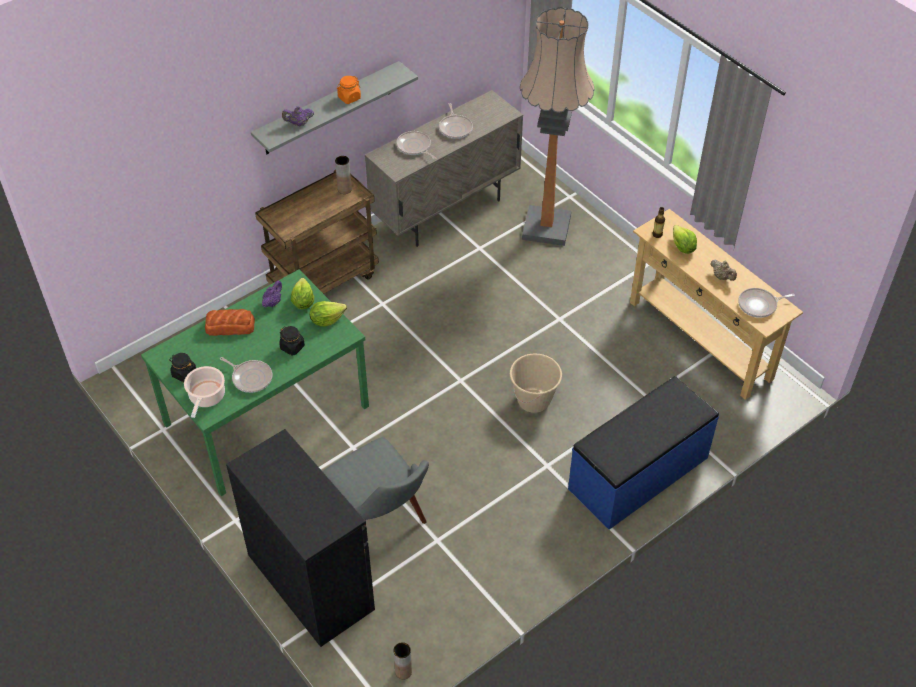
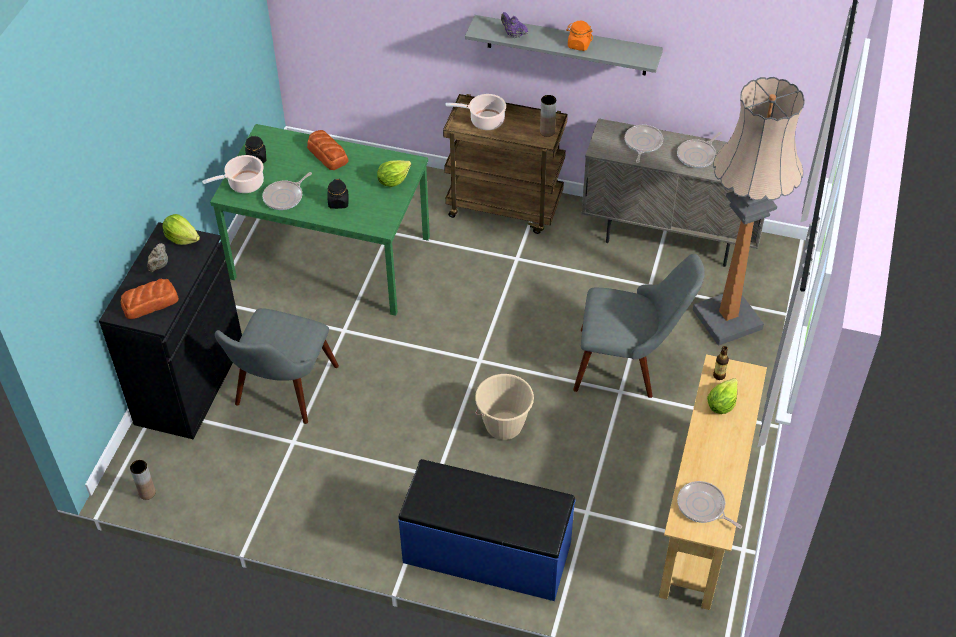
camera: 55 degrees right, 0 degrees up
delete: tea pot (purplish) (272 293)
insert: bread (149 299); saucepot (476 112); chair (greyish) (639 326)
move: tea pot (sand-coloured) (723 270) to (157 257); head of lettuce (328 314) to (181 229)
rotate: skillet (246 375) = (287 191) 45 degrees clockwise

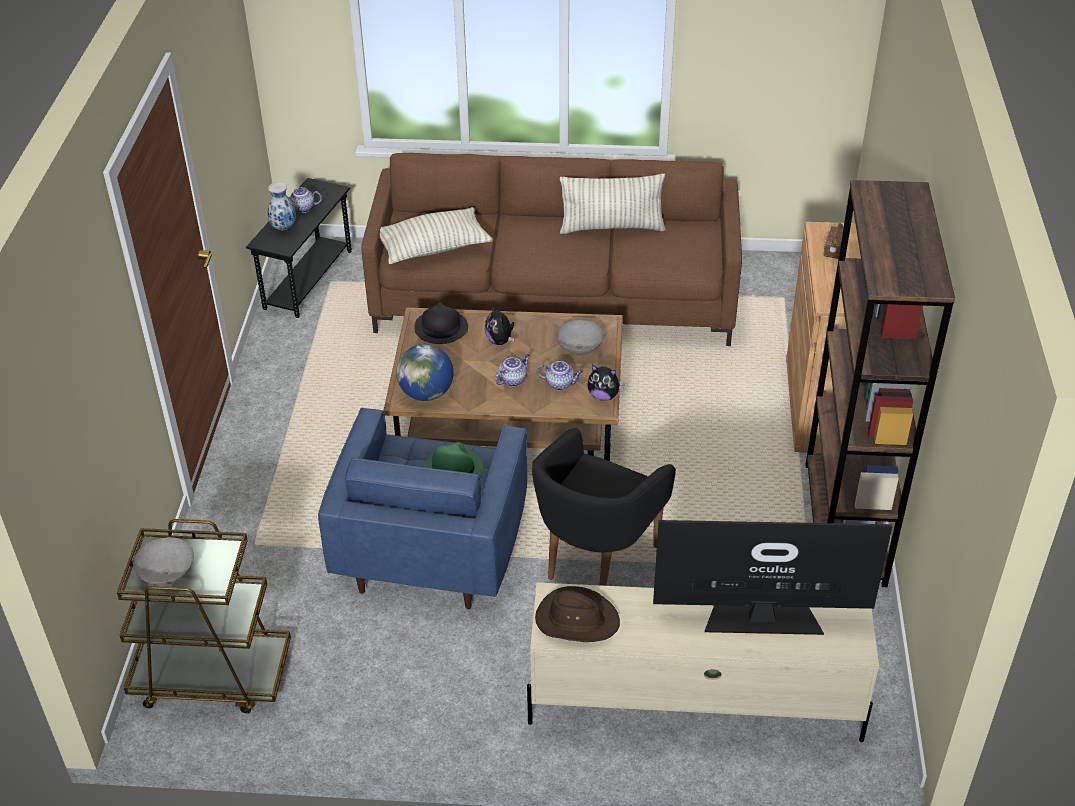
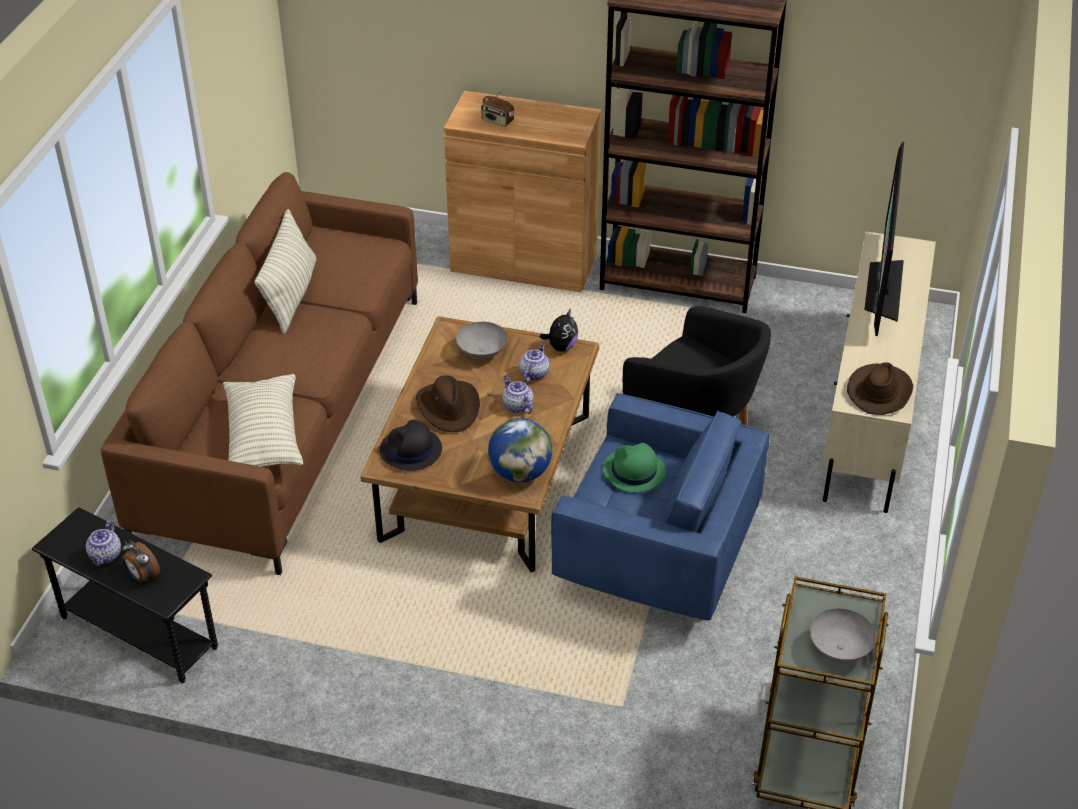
camera: 80 degrees left, 0 degrees up
replace: flower vase (282 206) to table clock (141 561); soft toy (499 325) to clothing hat (brownish) (448 403)

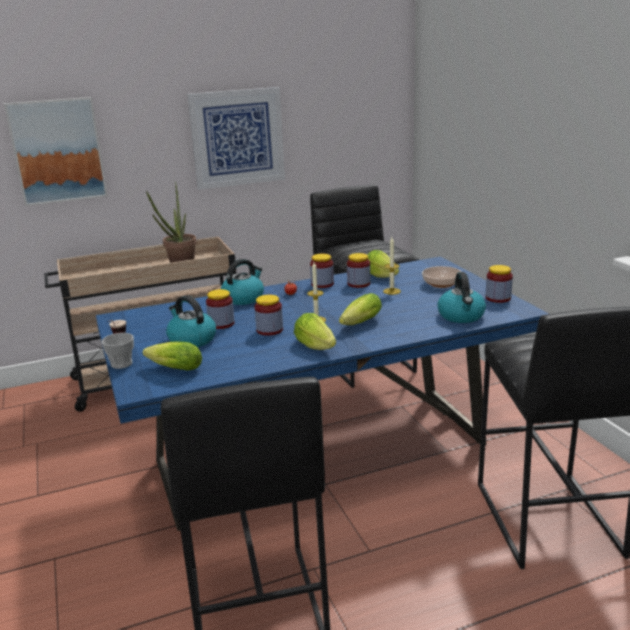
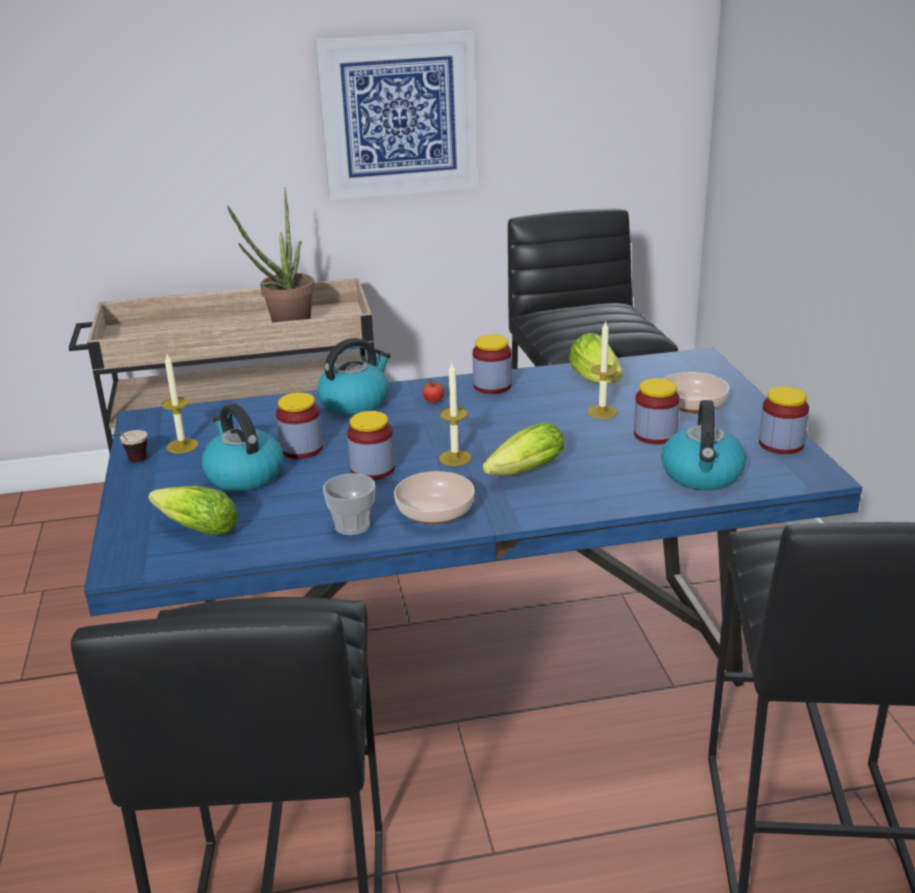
camera: 10 degrees right, 5 degrees up
delete: picture (56 151)
insert: wax light (180 403)
move: drinking cup (117 351) to (349 504); jar (358 270) to (657 411)
replace: head of lettuce (315 331) to serving bowl (434 498)

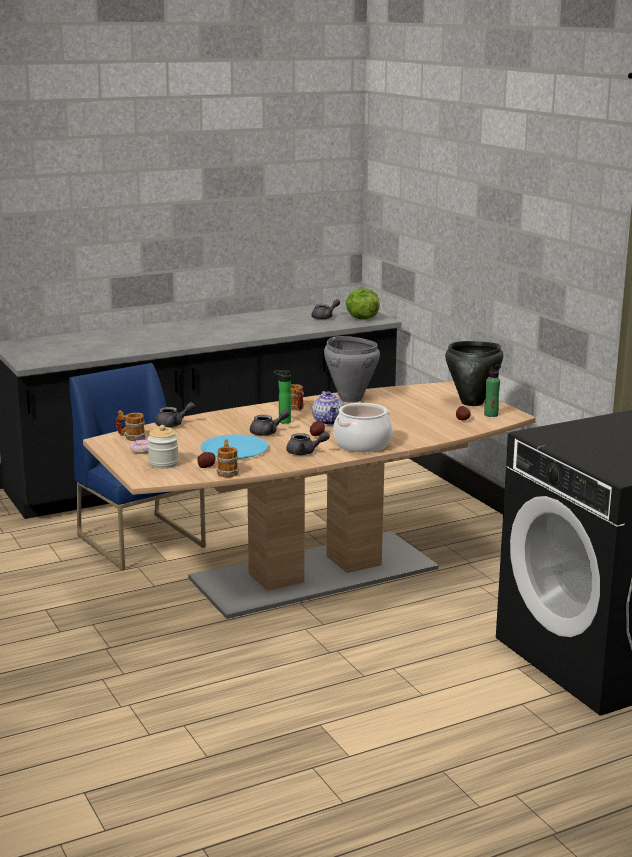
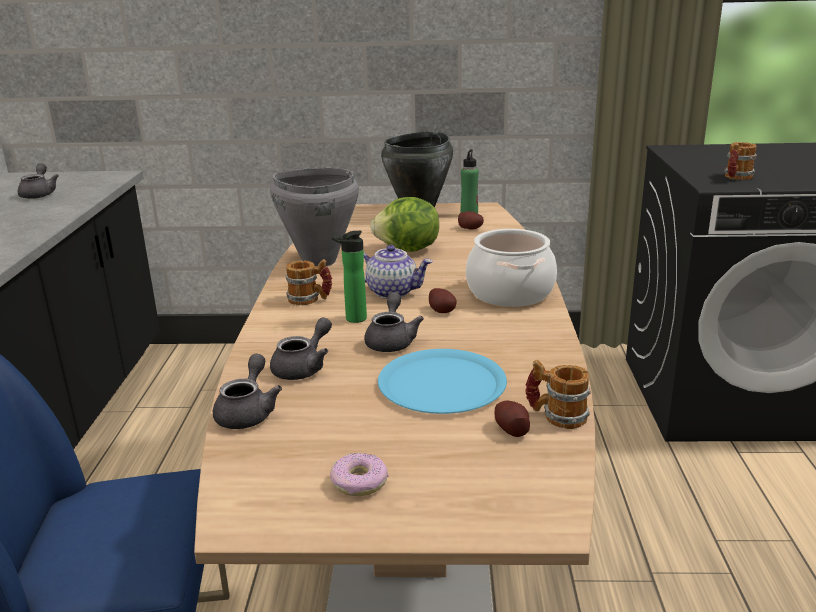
camera: 60 degrees left, 5 degrees up
delete: jar (163 447)
move: tea pot (greyish) (308 443) to (301 348); head of lettuce (363 303) to (404 224); mug (131 425) to (740 161)

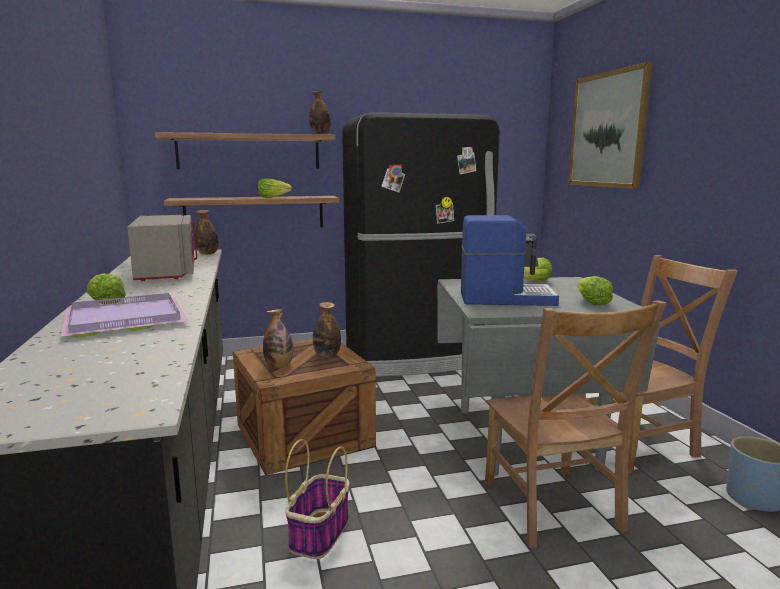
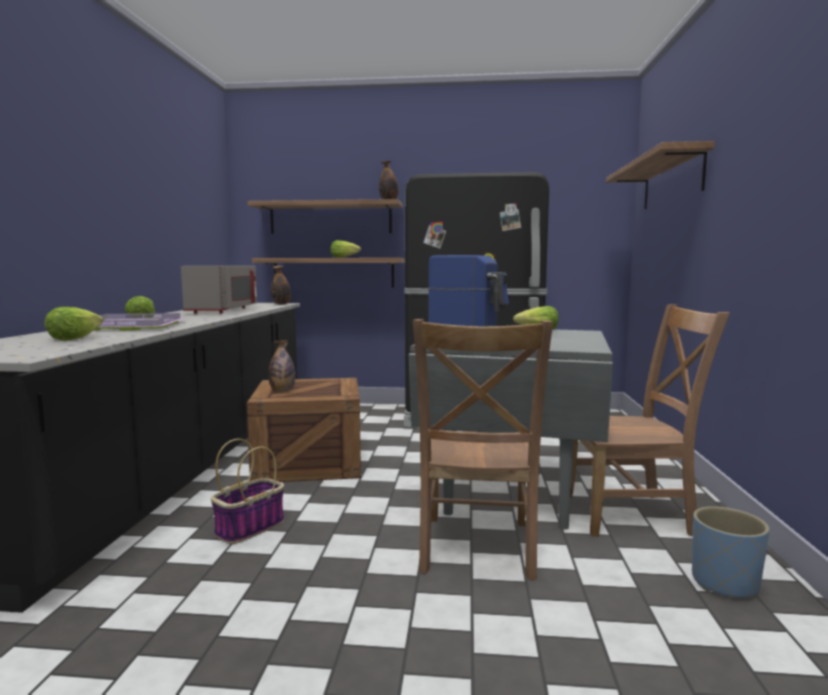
camera: 20 degrees right, 5 degrees down
delete: beverage bottle (327 330)
move: head of lettuce (595 291) to (73 324)
replace: picture (611 125) to wall shelf (660 175)

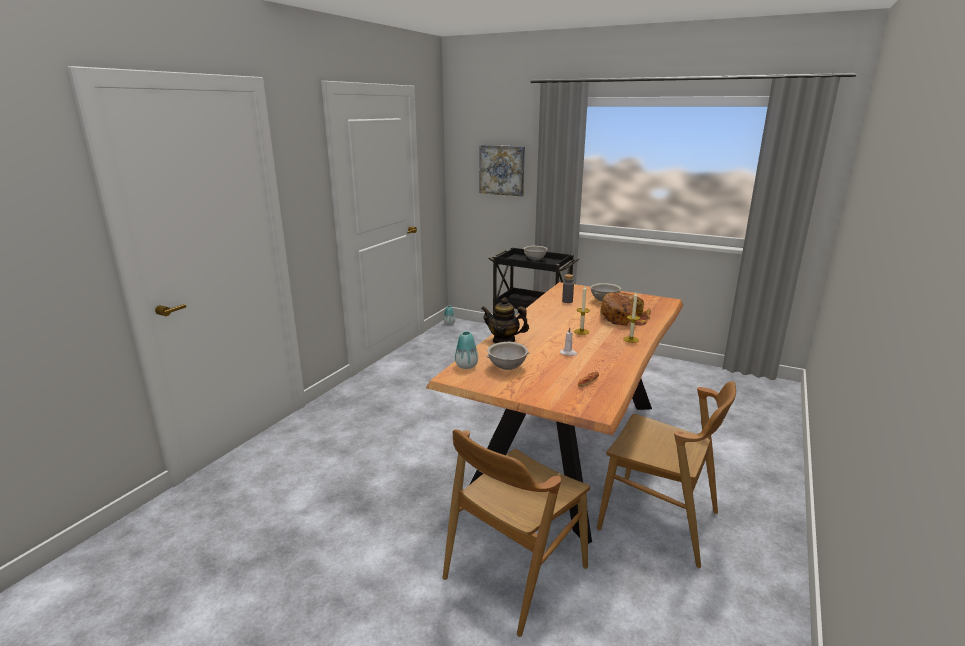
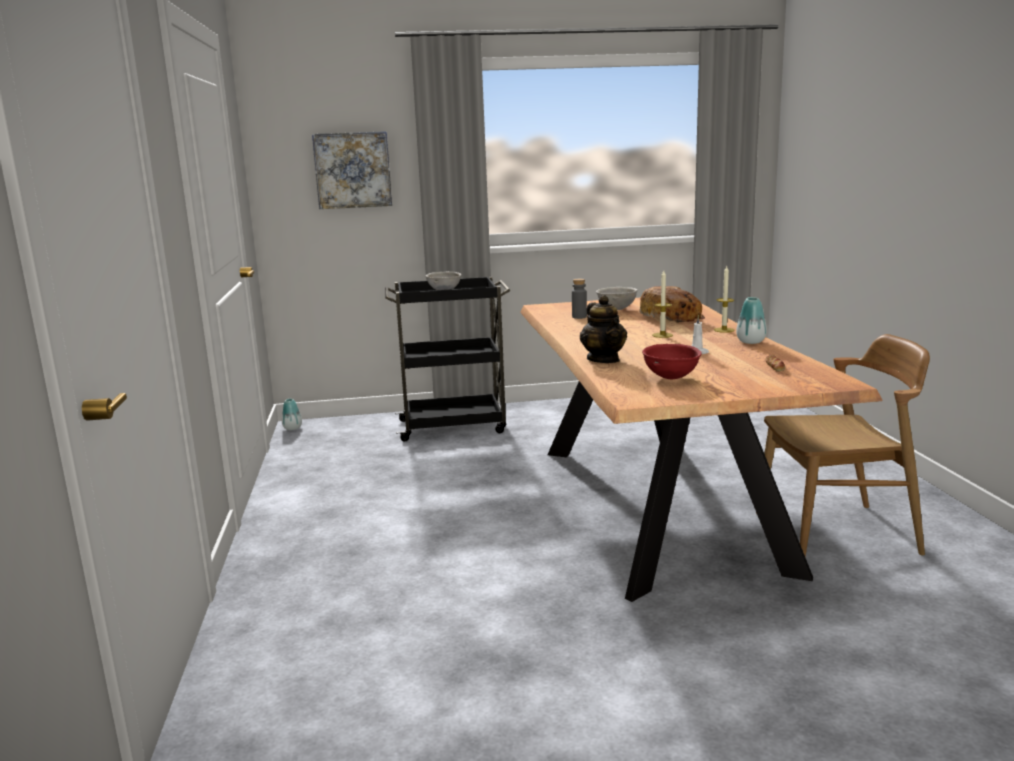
camera: 35 degrees left, 5 degrees down
delete: chair (brownish) (516 533)
move: flower vase (466 350) to (751 320)
recolor: serving bowl (greyish) (508 356) to serving bowl (red-coloured) (672 361)
rotate: tea pot (505 320) = (603 329) 90 degrees counterclockwise

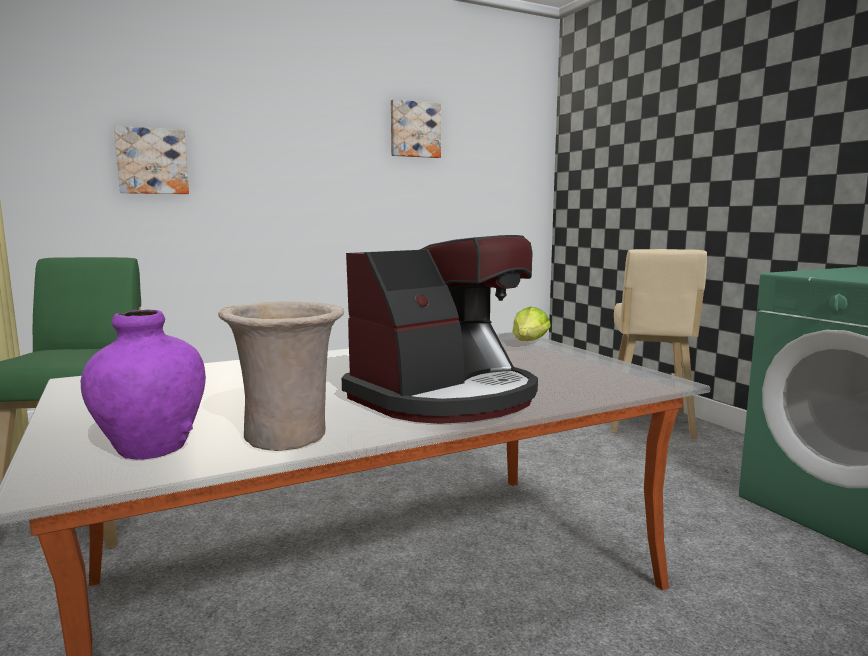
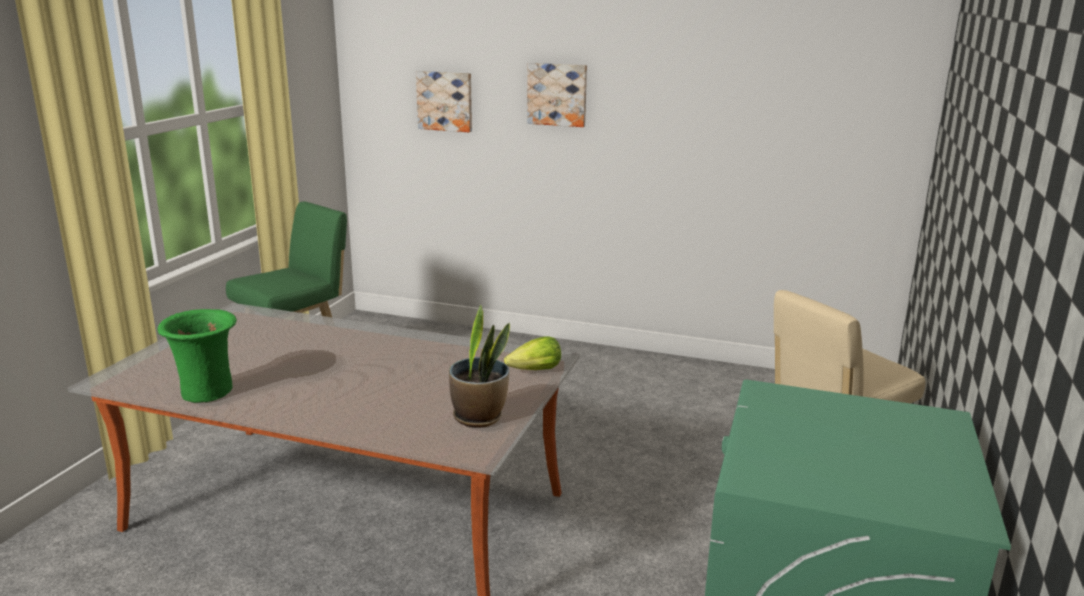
camera: 45 degrees right, 10 degrees up
delete: flower vase (purplish) (143 384); coffee brewer (440 329)
insert: potted plant (479 366)
move: picture (416 128) to (557 95)
recolor: flower vase (sand-coloured) (281 376) to flower vase (green) (197 356)

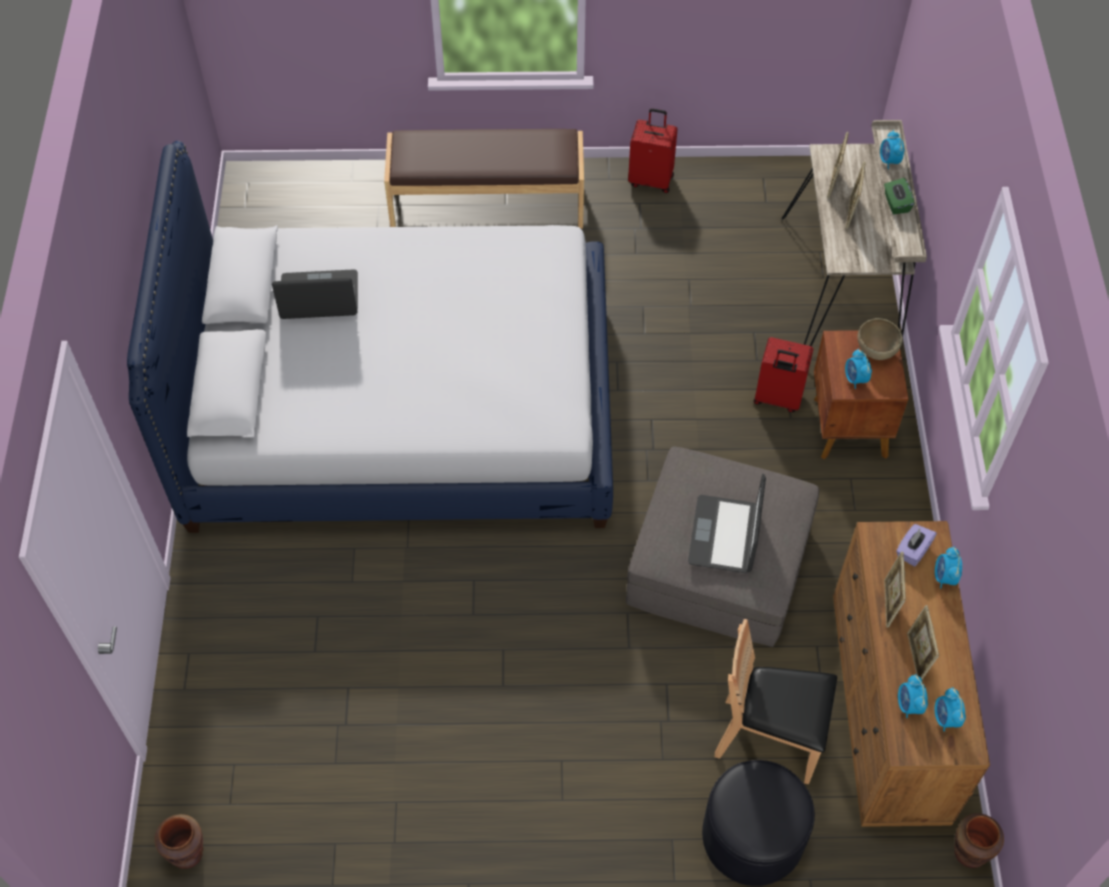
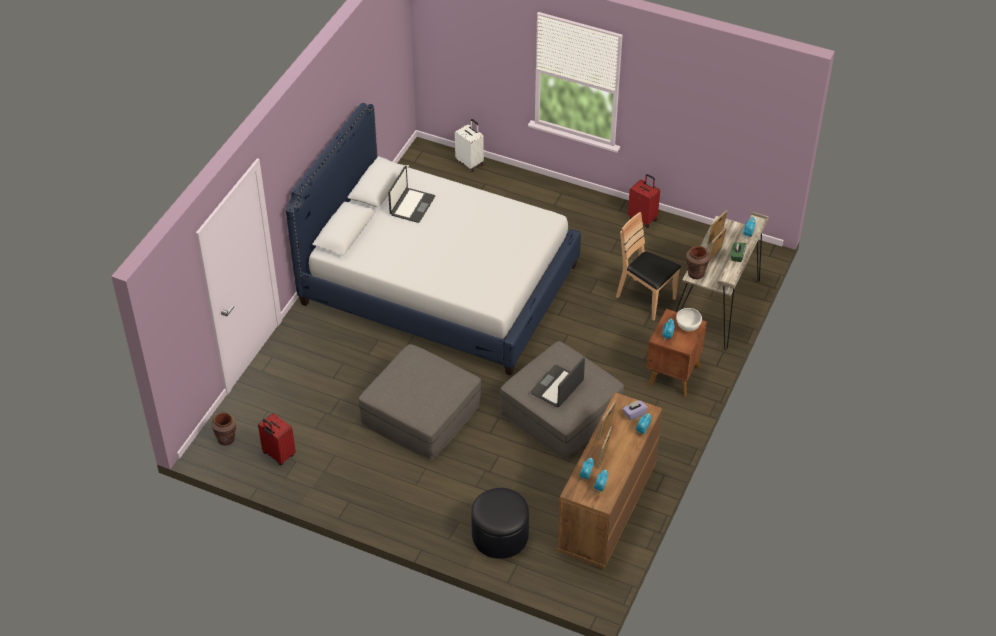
camera: 25 degrees right, 10 degrees down
delete: indoor bench (brownish) (484 179)
insert: footrest (greyish) (420 402); suitcase (white) (469 145)
move: suitcase (red-coloured) (783 374) to (277 439); chair (brownish) (775 701) to (648 266); flower vase (brownish) (979 840) to (698 262)
recolor: serving bowl (brownish) (880 339) to serving bowl (white) (689 319)
rotate: notebook computer (315 294) = (411 194) 90 degrees clockwise

